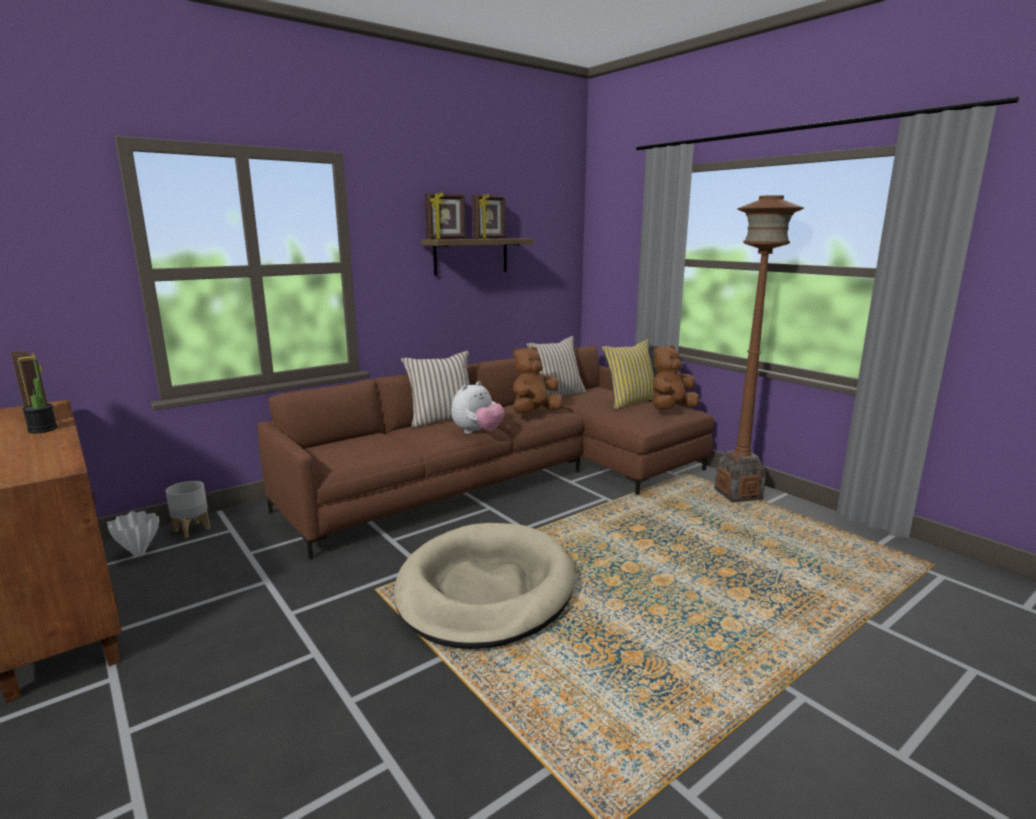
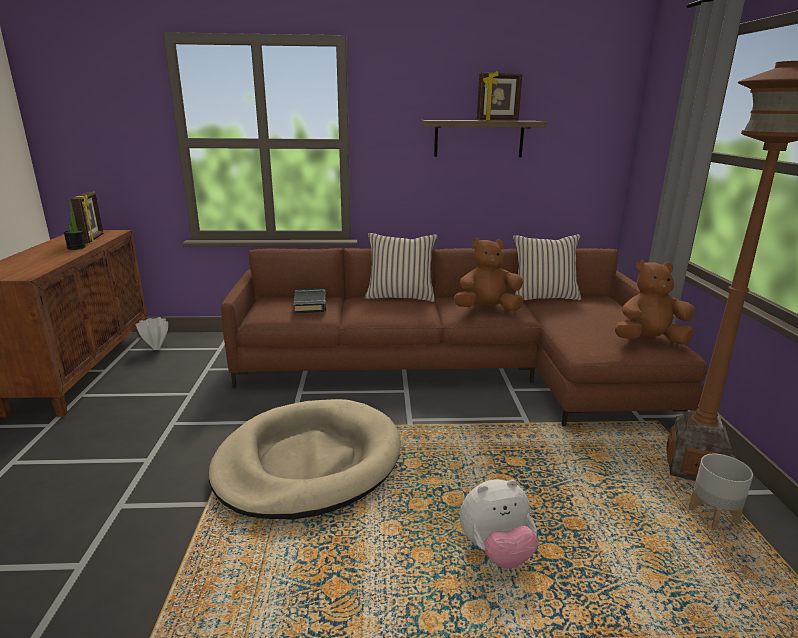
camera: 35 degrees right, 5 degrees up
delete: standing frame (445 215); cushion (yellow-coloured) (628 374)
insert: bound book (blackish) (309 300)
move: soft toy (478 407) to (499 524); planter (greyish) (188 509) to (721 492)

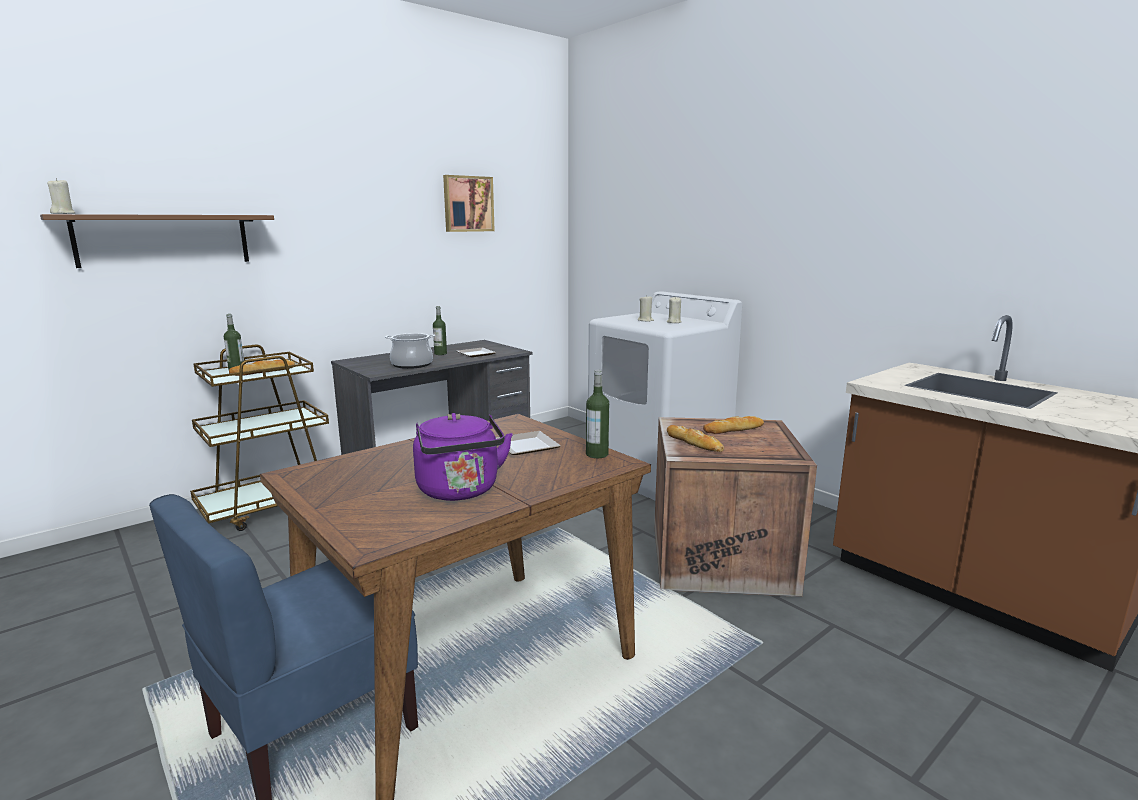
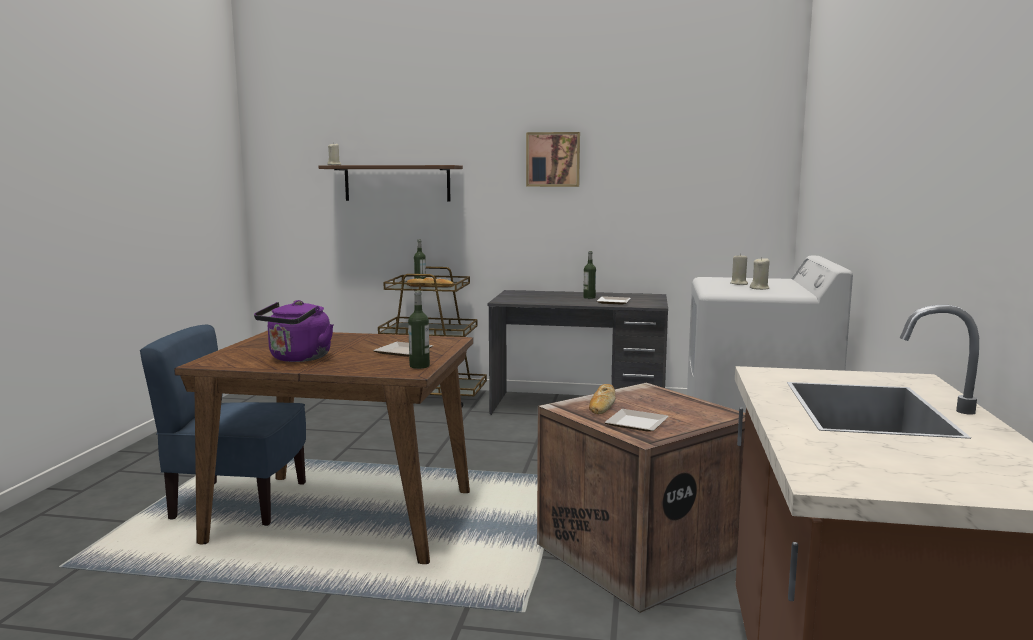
camera: 50 degrees right, 5 degrees down
delete: saucepot (410 351); bread (733 425)
insert: flat dish (636 420)
move: picture (469 203) to (553 159)

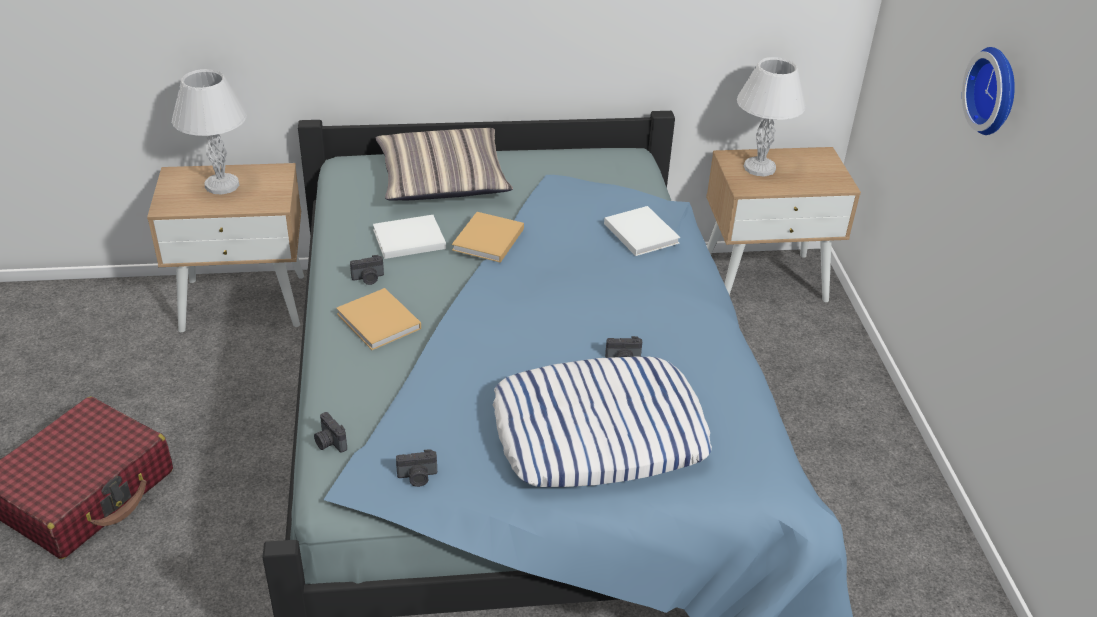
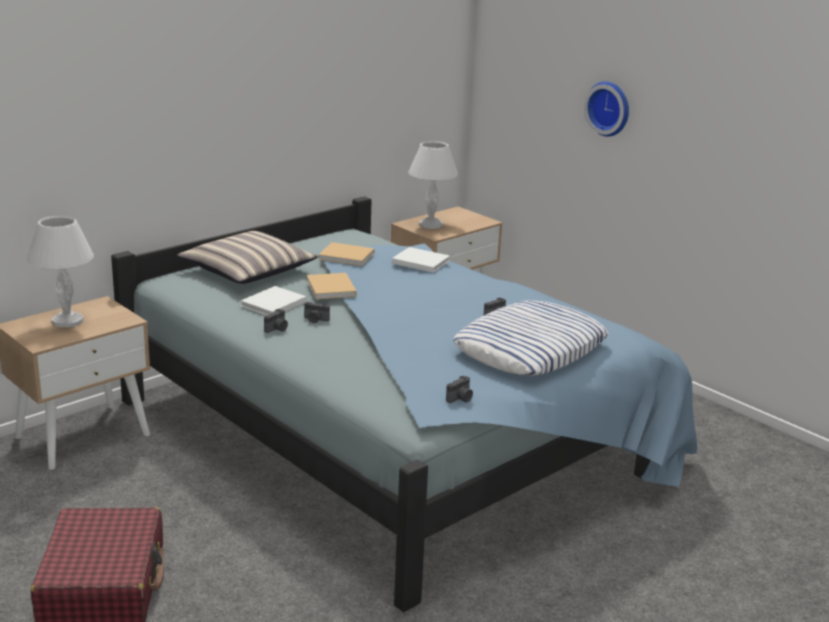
camera: 35 degrees left, 15 degrees down
move: photo camera (330 432) to (317 312); bound book (sand-coloured) (378 319) to (346 254)

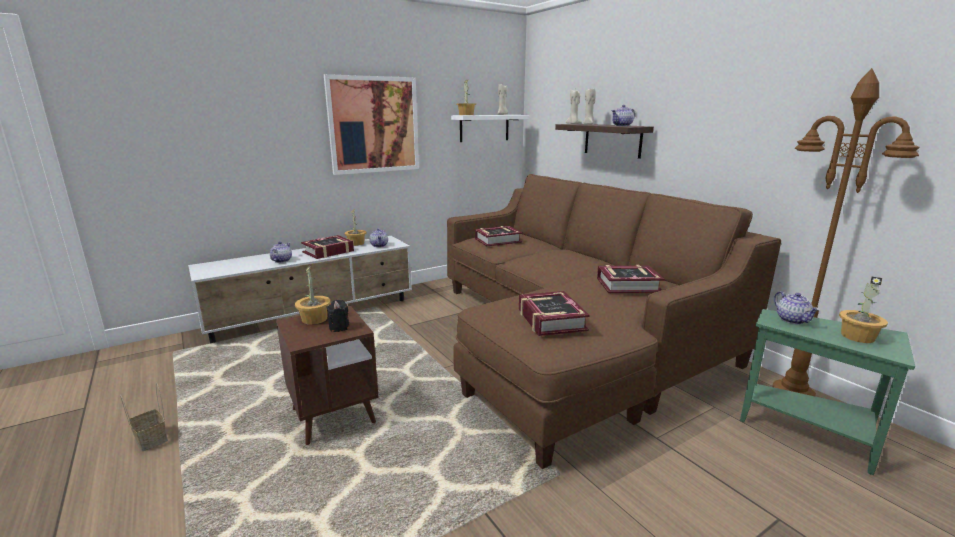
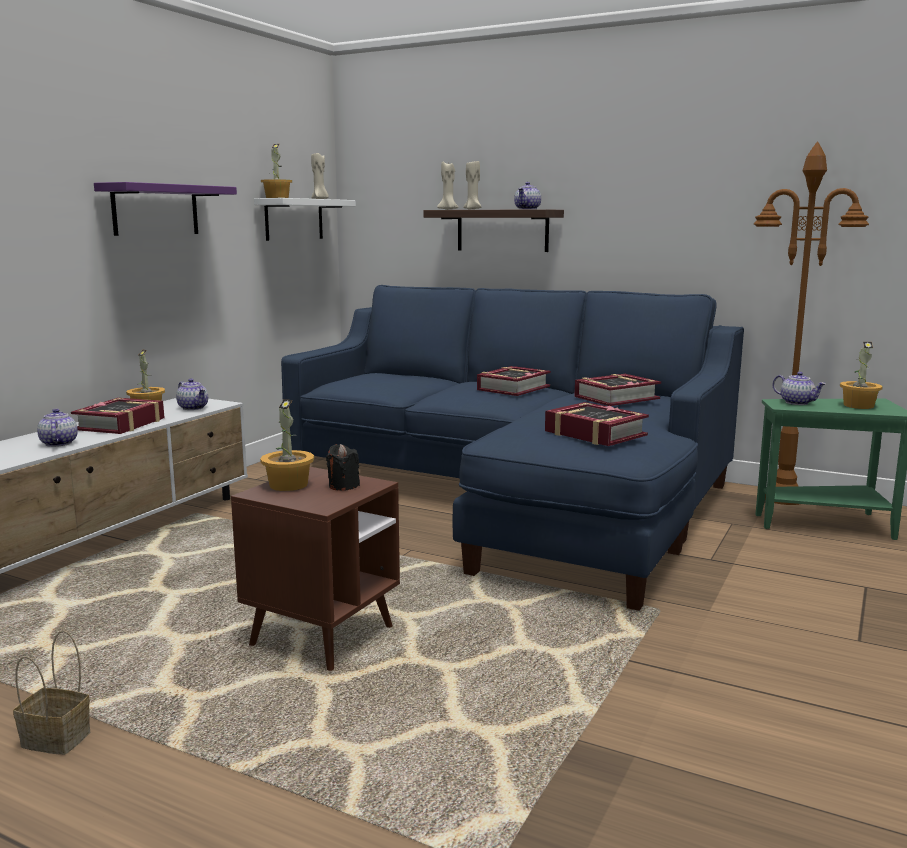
camera: 30 degrees left, 5 degrees down
move: bound book (499 236) to (514 381)
replace: picture (371 124) to wall shelf (purplish) (165 209)
recolor: sofa (brownish) (614 321) to sofa (bluish) (512 448)

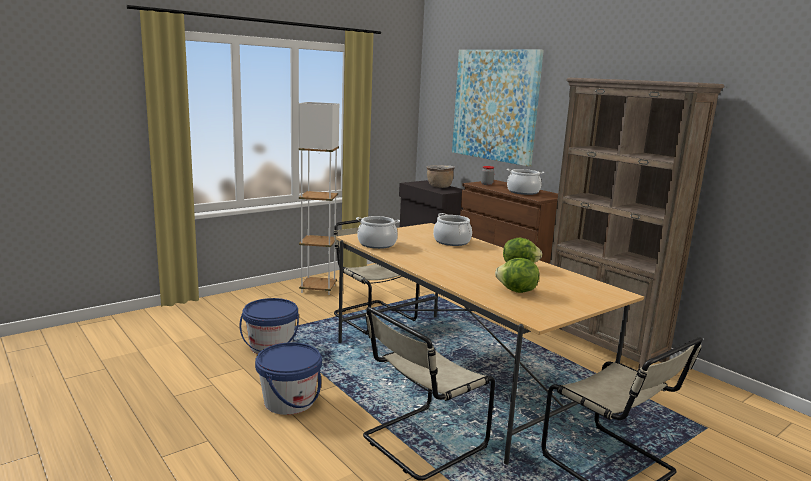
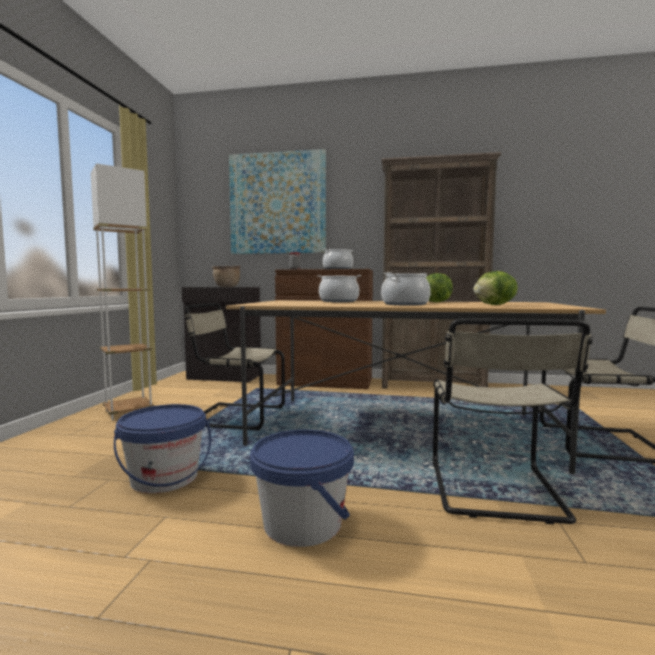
camera: 40 degrees left, 10 degrees down
move: saucepot (378 232) to (406 288)

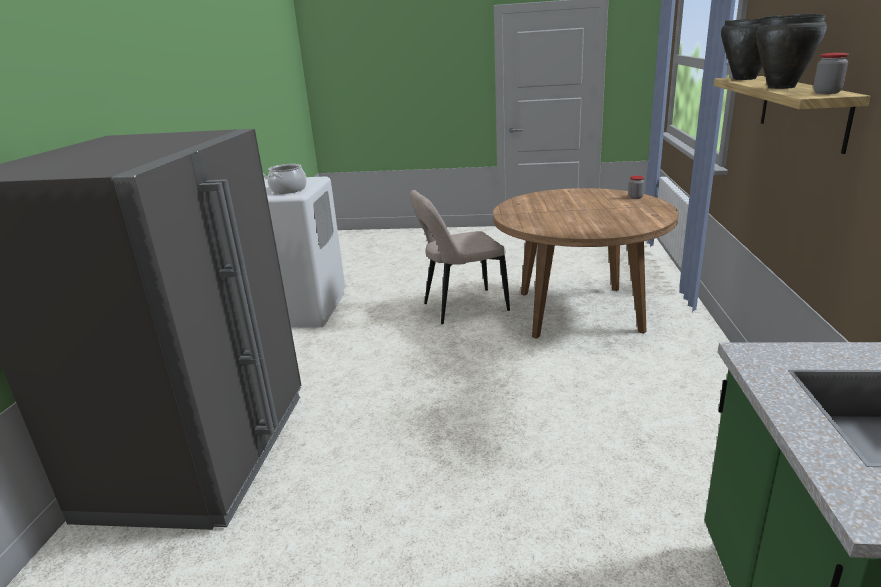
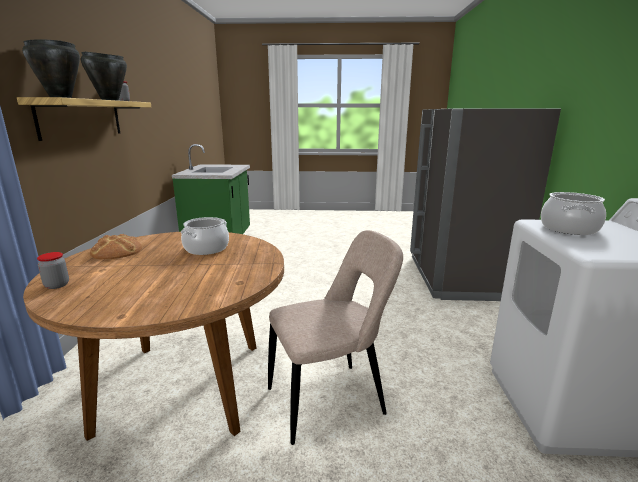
camera: 175 degrees right, 5 degrees down
insert: bread (116 246); saucepot (205 236)

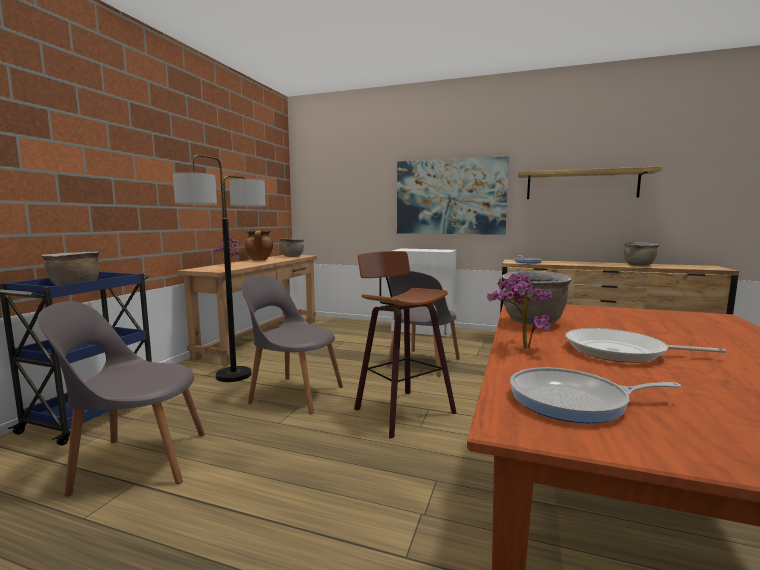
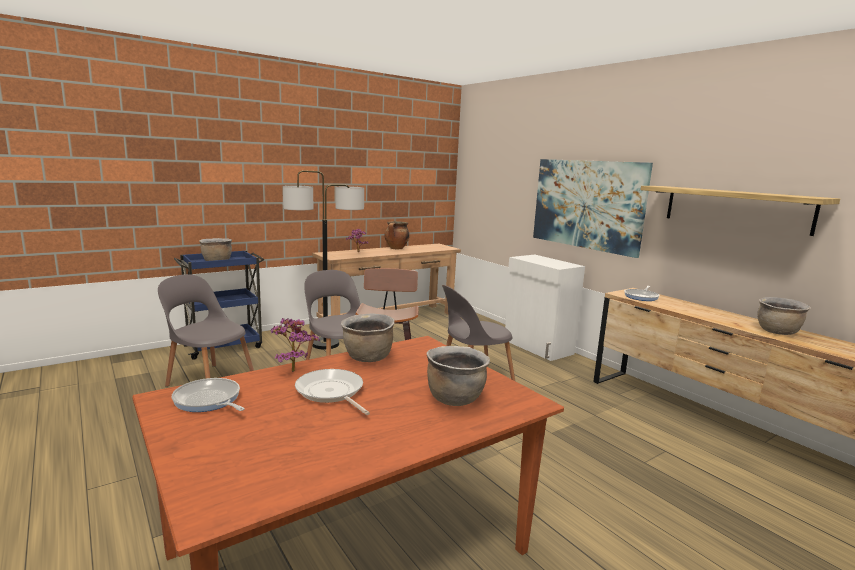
camera: 35 degrees right, 5 degrees up
move: saucepot (brownish) (291 248) to (458 376)

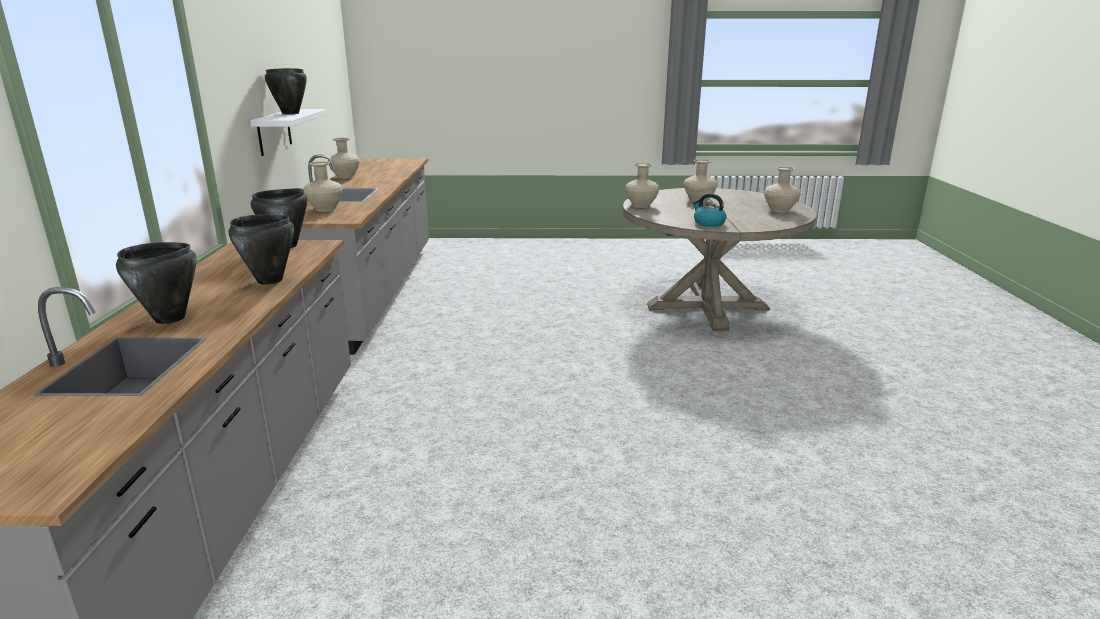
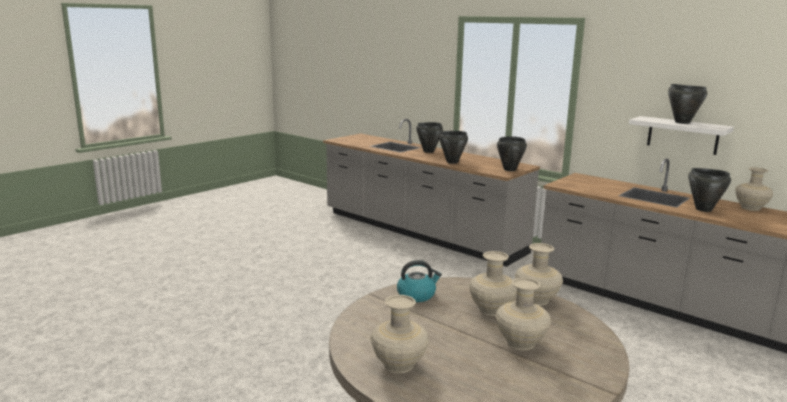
camera: 130 degrees right, 5 degrees down
insert: saucepot (blackish) (709 190)
move: flower vase (sand-coloured) (323 186) to (493 283)

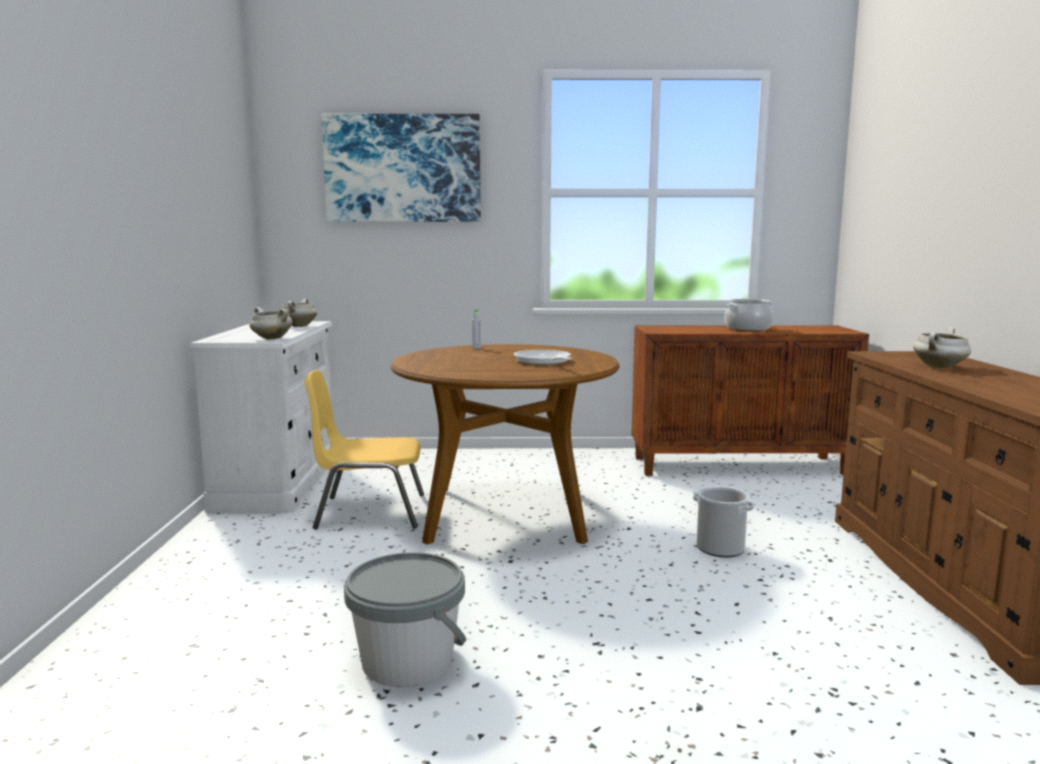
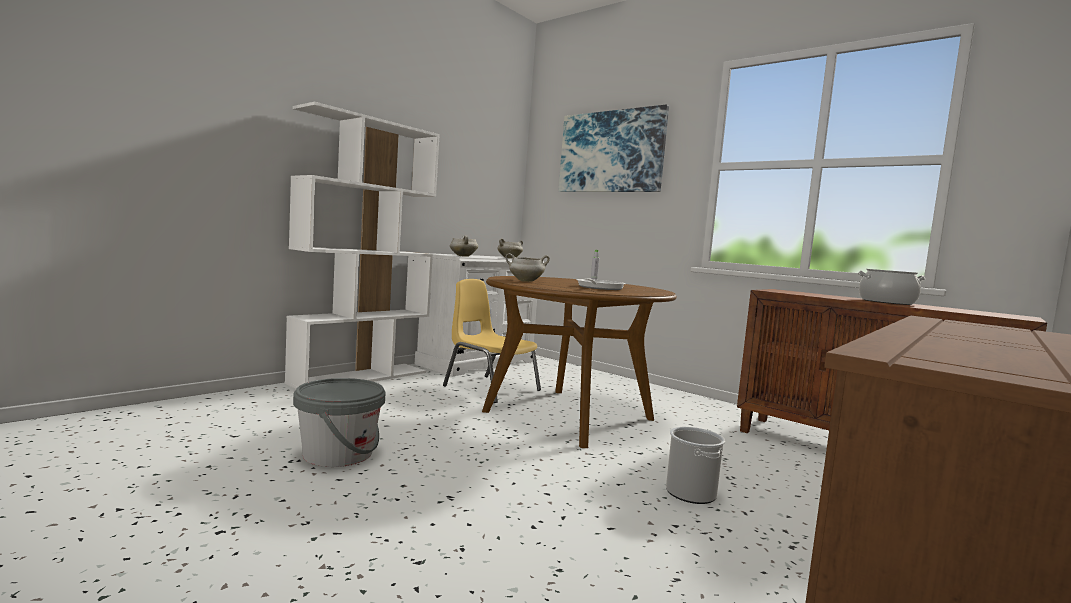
camera: 40 degrees right, 5 degrees down
insert: shelving unit (white) (362 245)
move: saucepot (white) (942 348) to (527 267)

